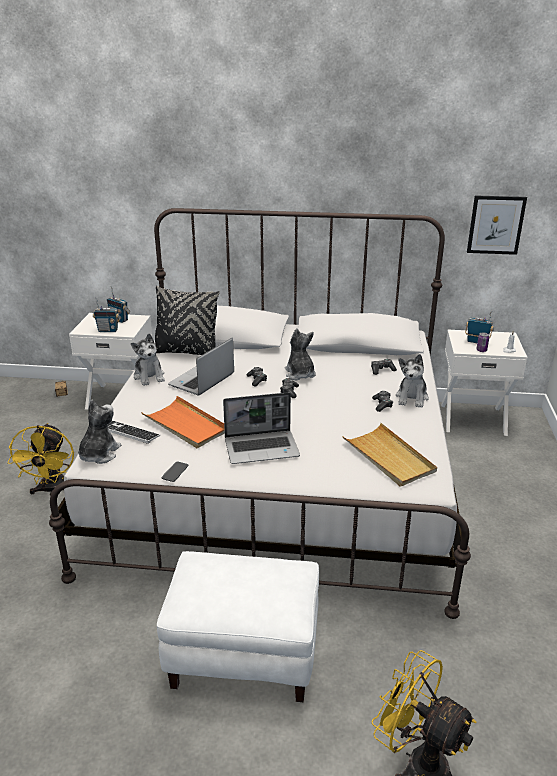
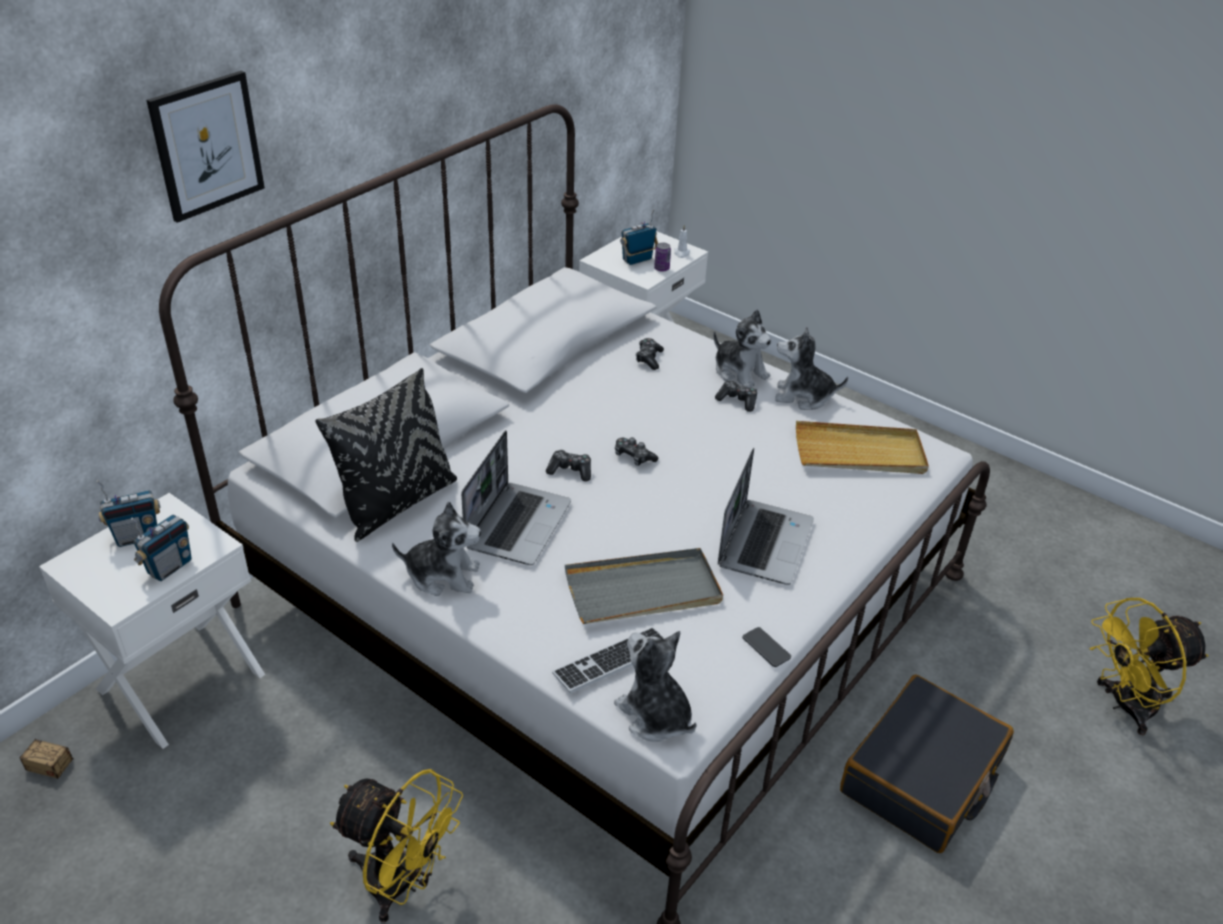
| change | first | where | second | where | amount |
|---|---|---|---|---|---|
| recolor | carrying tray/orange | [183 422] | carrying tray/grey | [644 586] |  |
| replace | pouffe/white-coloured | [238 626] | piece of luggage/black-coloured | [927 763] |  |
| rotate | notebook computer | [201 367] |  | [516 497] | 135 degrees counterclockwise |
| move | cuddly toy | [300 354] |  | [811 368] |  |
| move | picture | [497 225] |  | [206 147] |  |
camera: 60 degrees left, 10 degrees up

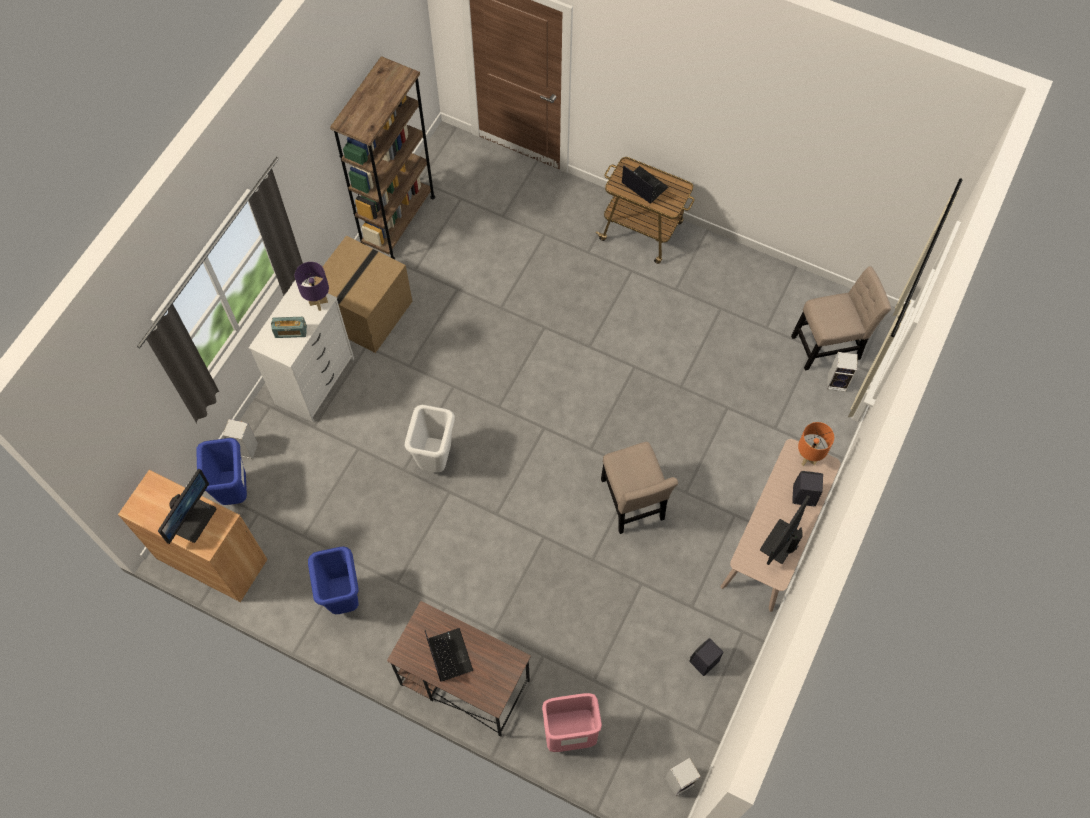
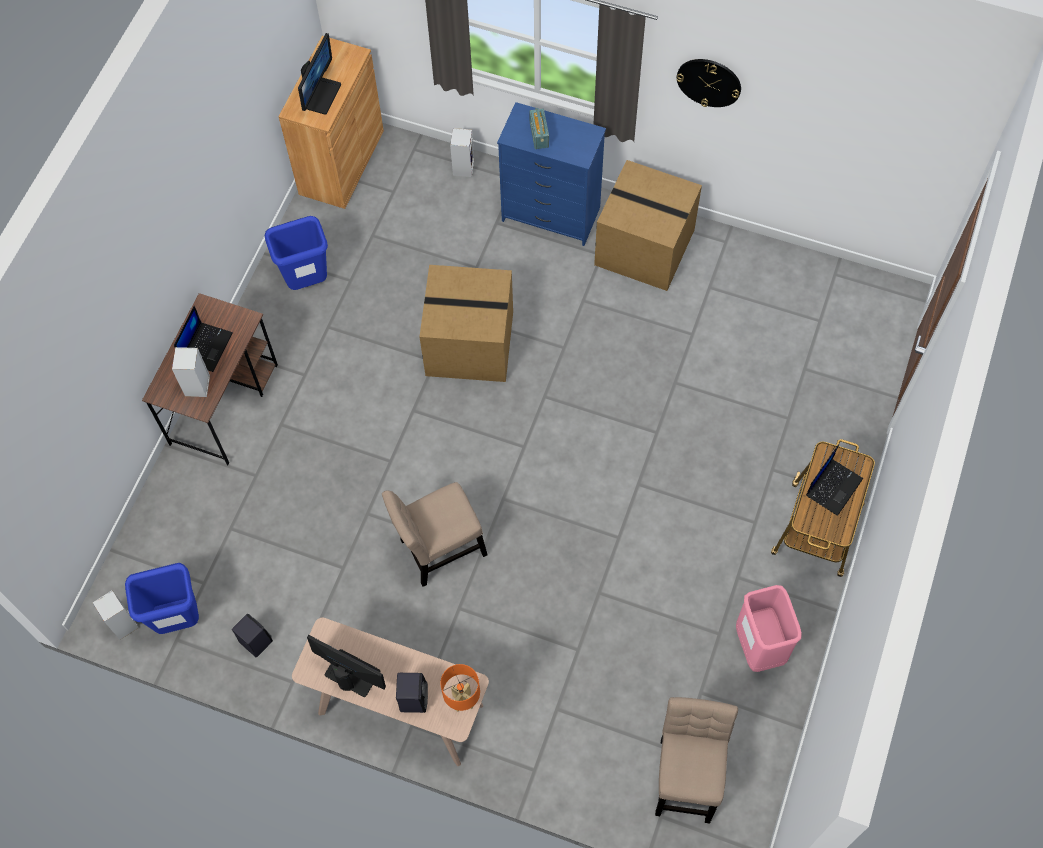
| change | first | where | second | where | amount |
|---|---|---|---|---|---|
| rotate | computer screen | [187 506] |  | [319 74] | 90 degrees counterclockwise |
| move | rubbish bin/bluish | [221 471] |  | [162 598] |  |
| recolor | drawer chest/white-coloured | [301 351] | drawer chest/bluish | [551 174] |  |
| delete | lamp for a table/purplish | [312 286] |  |  |  |
| delete | shelving unit/brown-coloured | [382 157] |  |  |  |
| replace | rubbish bin/white-coloured | [430 438] | carton | [466 323] |  |
| rotate | notebook computer | [449 655] |  | [203 339] | 45 degrees counterclockwise |
| move | rubbish bin/pink-coloured | [572 722] |  | [769 628] |  |
| rotate | chair/beige-coloured | [841 318] |  | [696 760] | 150 degrees counterclockwise |
| move | loudspeaker | [842 372] |  | [191 372] |  |
| insert |  |  | hanging clock | [708 83] |  |
camera: 85 degrees right, 0 degrees up

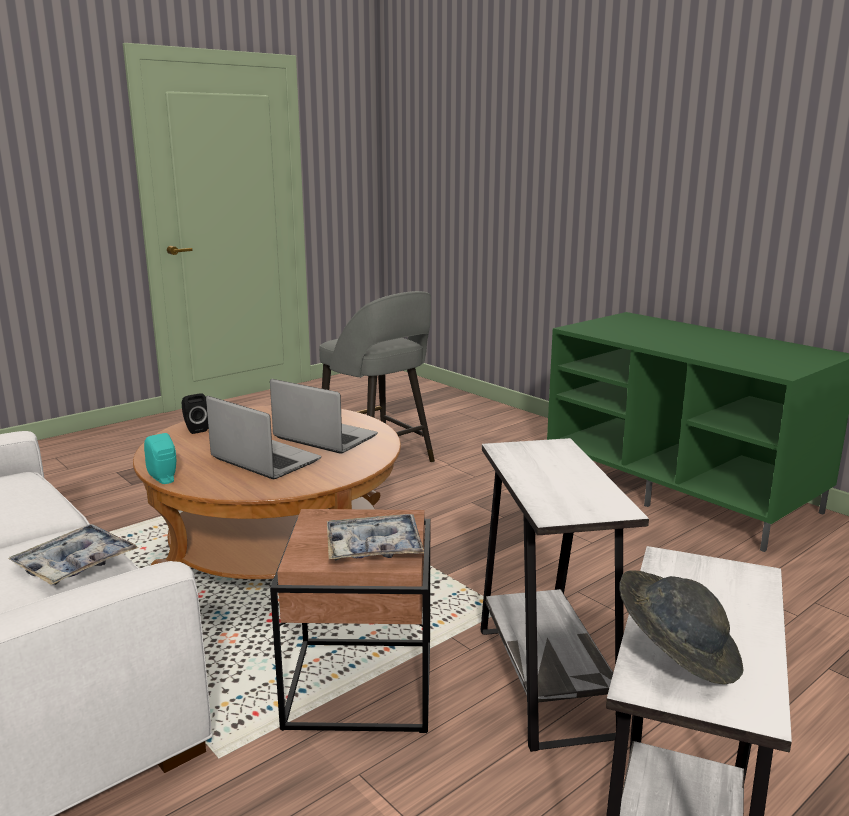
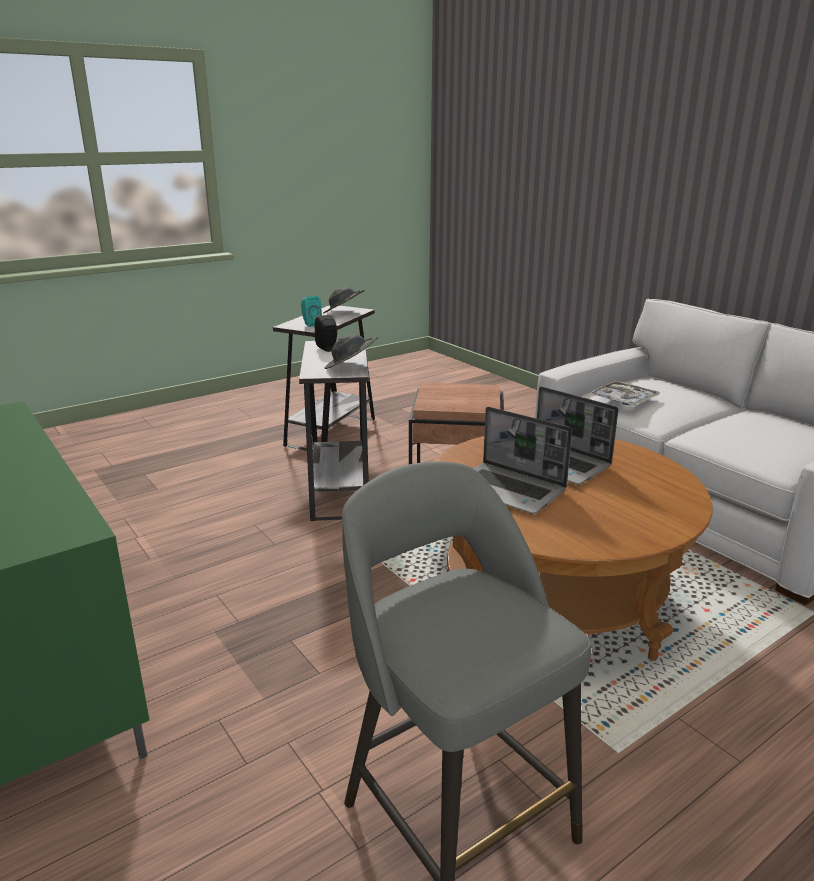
| change | first | where | second | where | amount |
|---|---|---|---|---|---|
| move | loudspeaker/turquoise-coloured | [160 458] |  | [311 311] |  |
| move | loudspeaker/black-coloured | [195 413] |  | [326 333] |  |
| delete | carrying tray | [375 537] |  |  |  |
| insert |  |  | clothing hat/grey | [351 351] |  |
camera: 175 degrees left, 5 degrees up

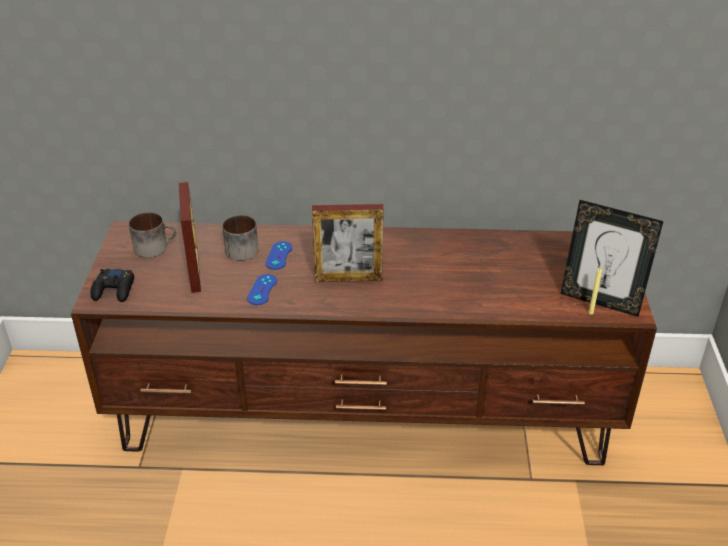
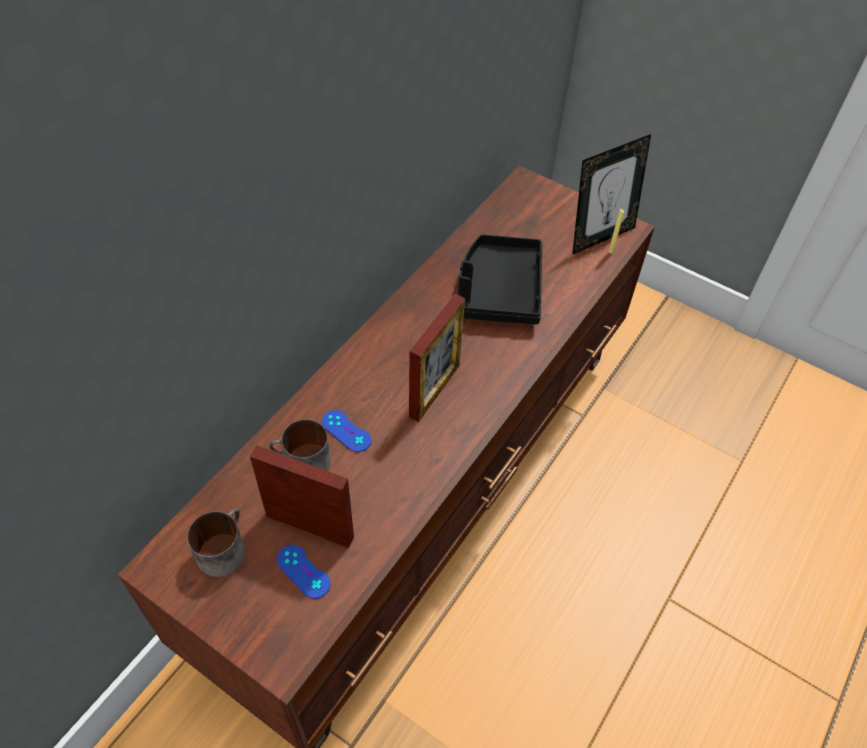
| change | first | where | second | where | amount |
|---|---|---|---|---|---|
| delete | gamepad/black-coloured | [112 285] |  |  |  |
| move | gamepad/bluish | [262 289] |  | [304 572] |  |
| insert |  |  | carrying tray/black-coloured | [500 279] |  |
camera: 60 degrees left, 15 degrees up

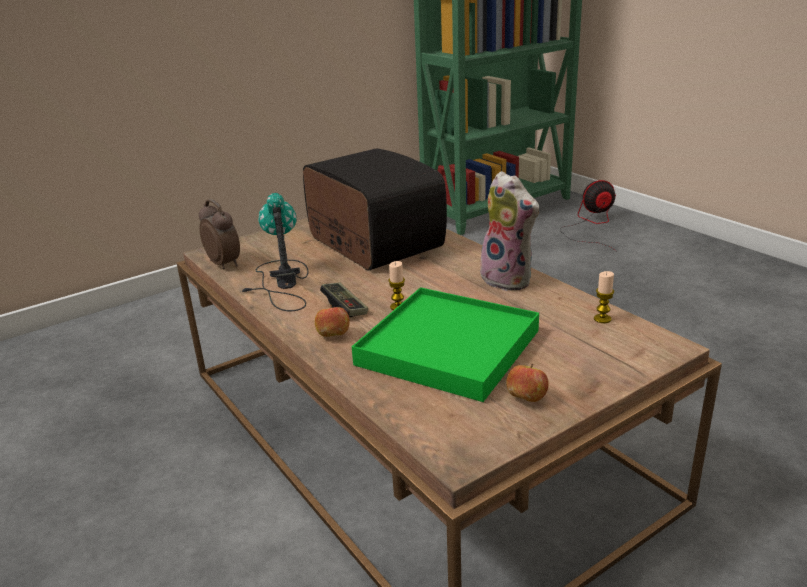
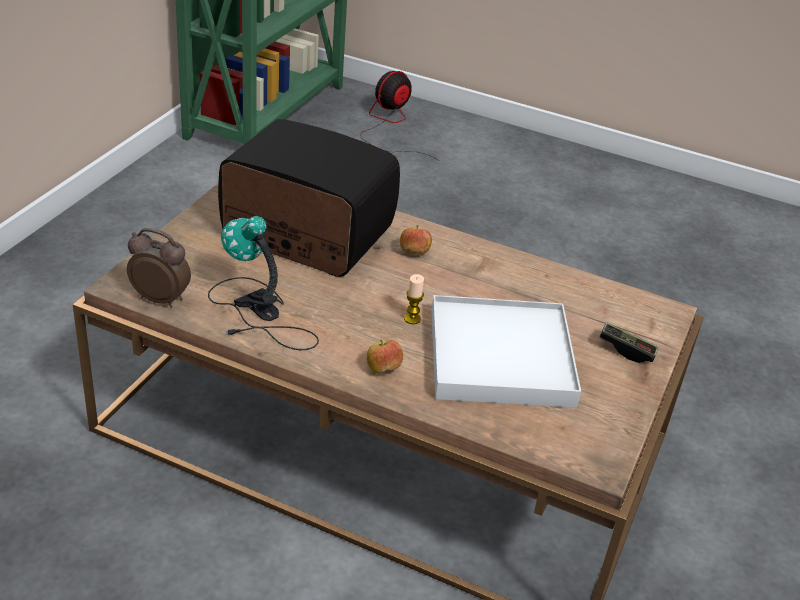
| change | first | where | second | where | amount |
|---|---|---|---|---|---|
| move | gamepad | [344 299] |  | [628 342] |  |
| recolor | carrying tray/greenish | [445 344] | carrying tray/white-coloured | [506 351] |  |
| delete | cuddly toy | [509 231] |  |  |  |
| move | apple fruit | [527 383] |  | [416 239] |  |
| delete | candle | [604 297] |  |  |  |
camera: 35 degrees left, 10 degrees up

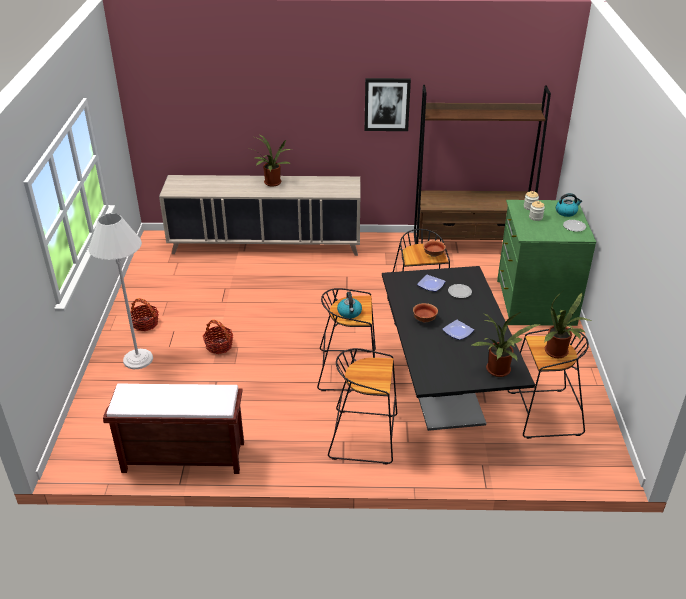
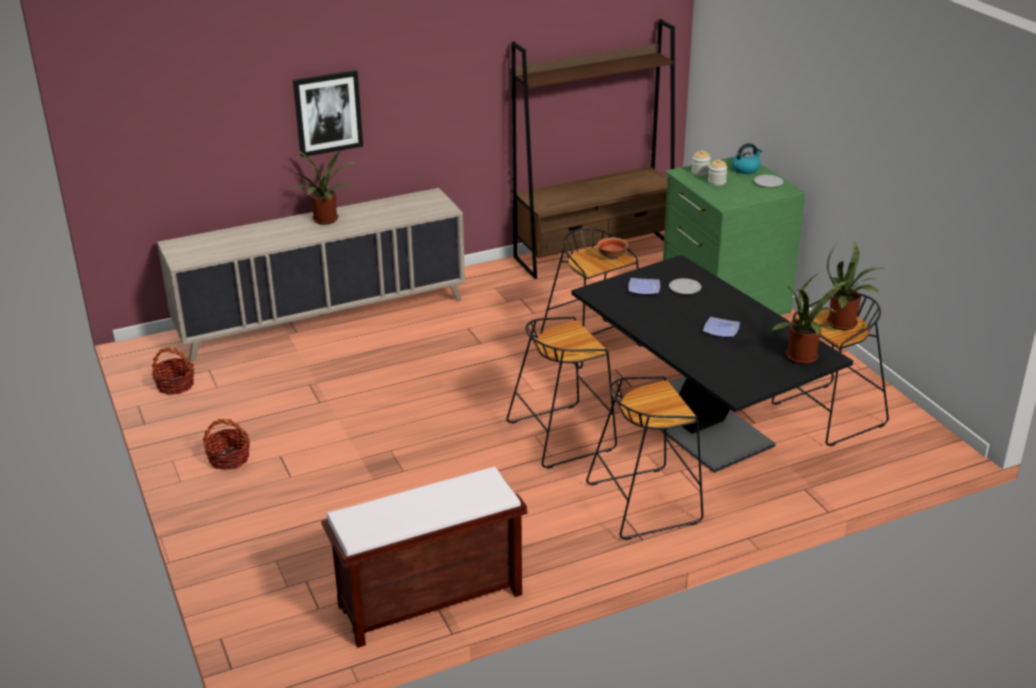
| change | first | where | second | where | amount |
|---|---|---|---|---|---|
| delete | standard lamp/white-coloured | [120 291] |  |  |  |
| move | household basket | [218 337] |  | [173 371] |  |
| delete | tea kettle | [349 305] |  |  |  |
| move | picture | [388 104] |  | [328 113] |  |
| delete | deep dish | [425 312] |  |  |  |
camera: 25 degrees left, 5 degrees down

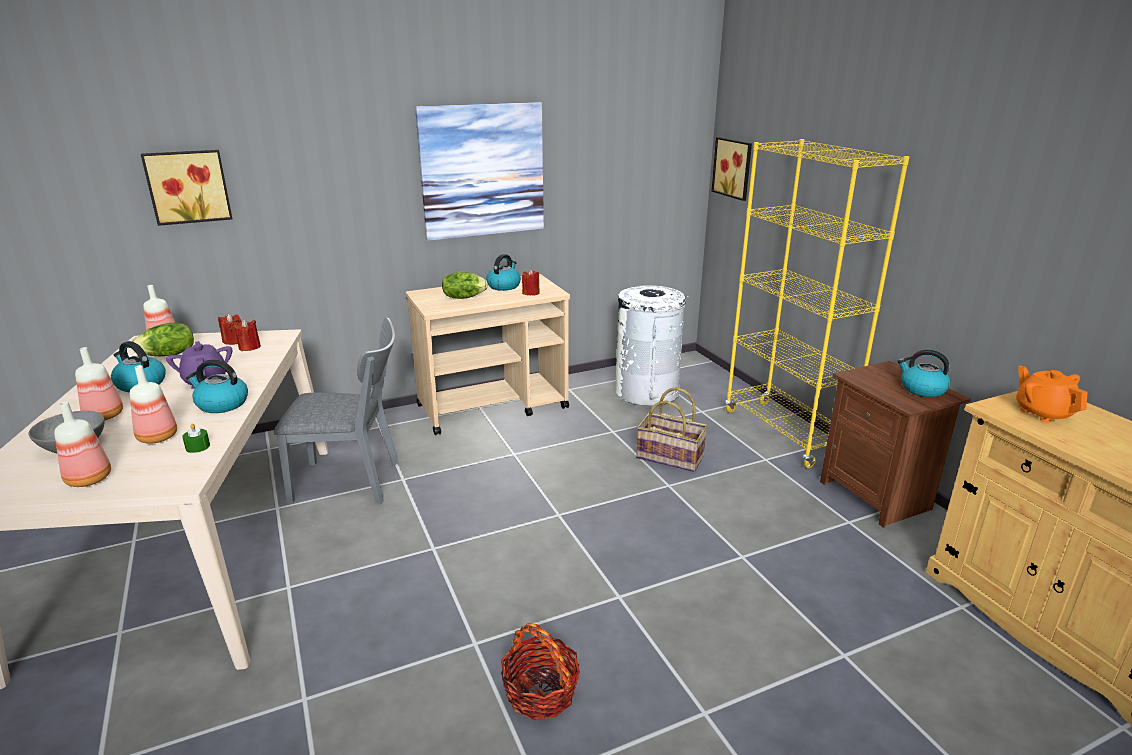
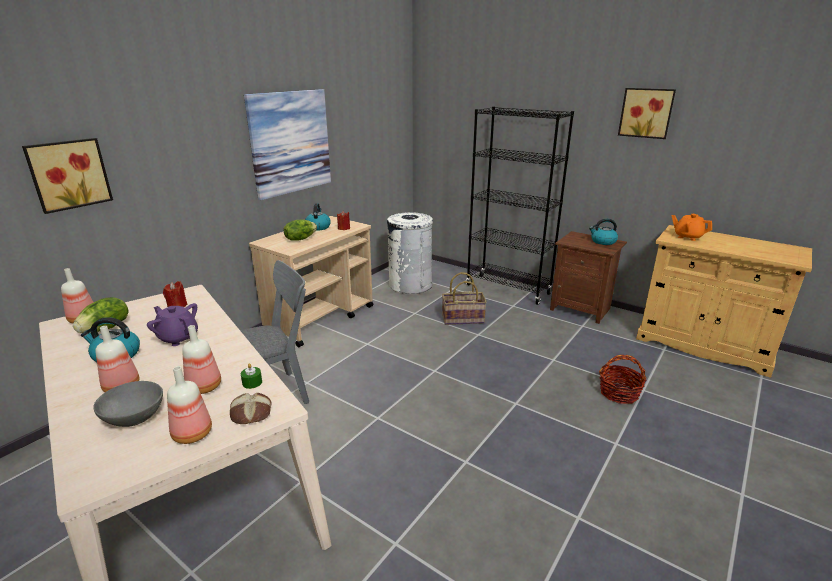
| change | first | where | second | where | amount |
|---|---|---|---|---|---|
| delete | tea kettle | [217 386] |  |  |  |
| delete | candle/red | [230 329] |  |  |  |
| move | household basket | [540 671] |  | [622 379] |  |
| move | picture | [732 169] |  | [647 113] |  |
| recolor | shelving unit/yellow | [817 304] | shelving unit/black-coloured | [520 205] |  |
| insert |  |  | bread | [251 408] |  |
camera: 30 degrees left, 0 degrees up

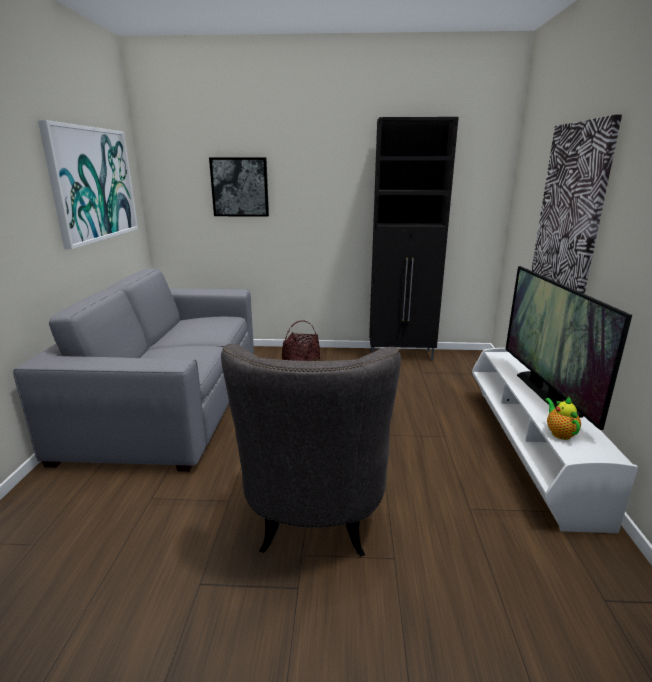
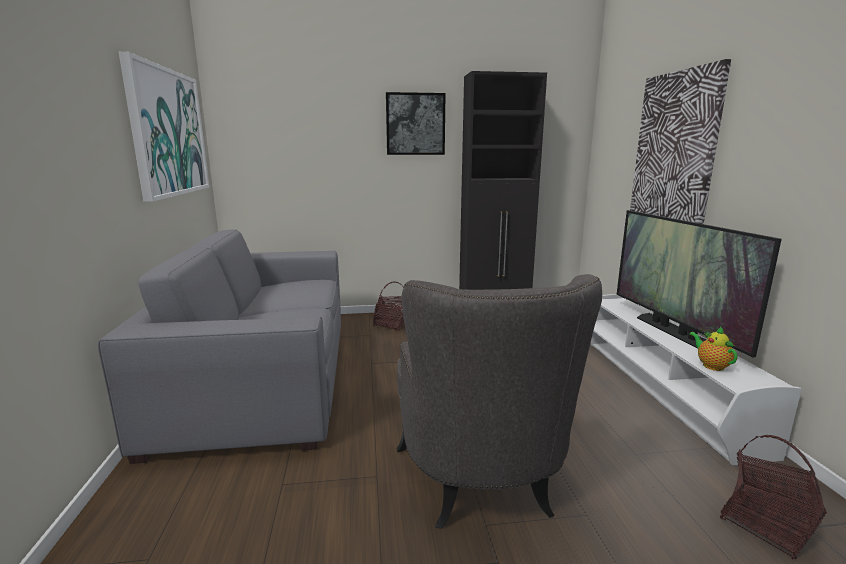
| change | first | where | second | where | amount |
|---|---|---|---|---|---|
| move | picture | [239 187] |  | [415 123] |  |
| insert |  |  | household basket | [773 497] |  |
camera: 10 degrees left, 5 degrees down

